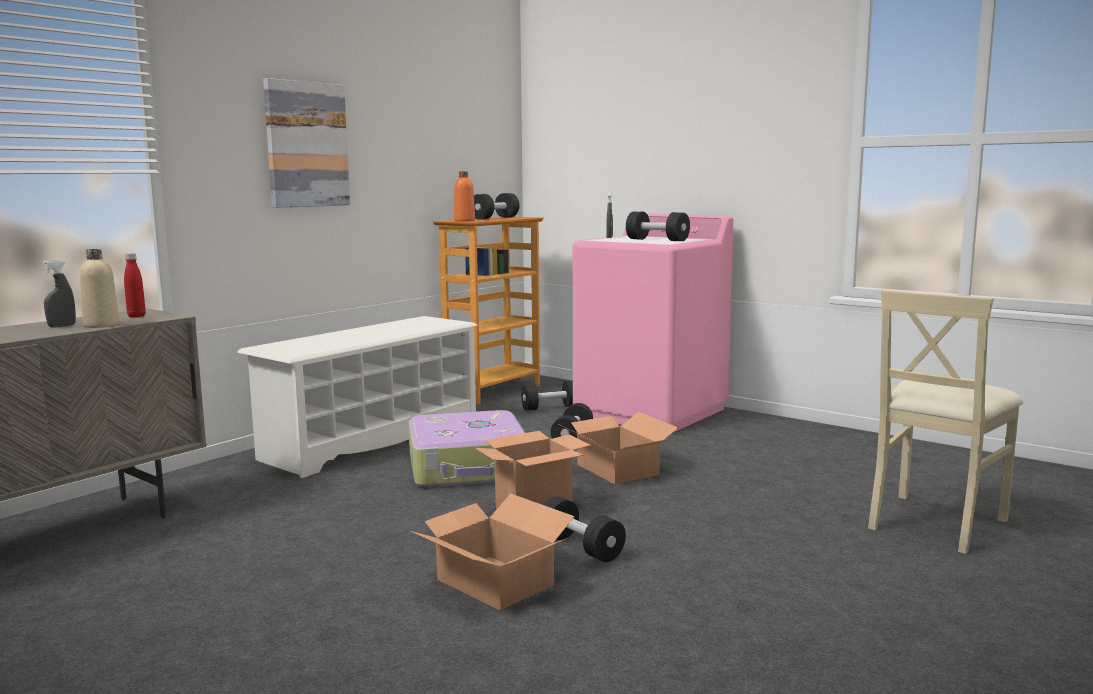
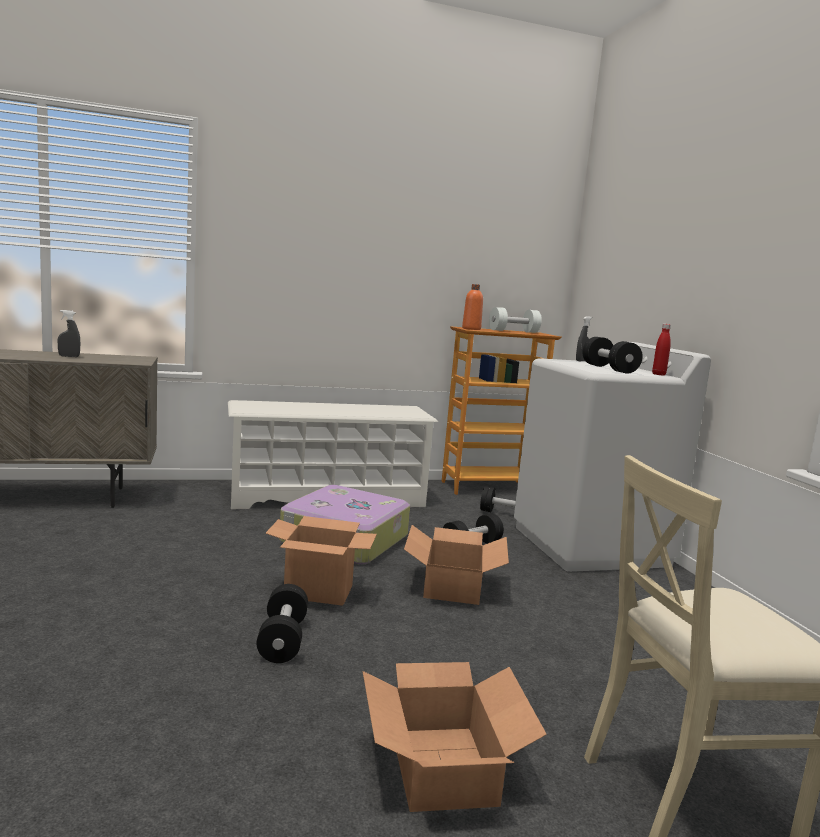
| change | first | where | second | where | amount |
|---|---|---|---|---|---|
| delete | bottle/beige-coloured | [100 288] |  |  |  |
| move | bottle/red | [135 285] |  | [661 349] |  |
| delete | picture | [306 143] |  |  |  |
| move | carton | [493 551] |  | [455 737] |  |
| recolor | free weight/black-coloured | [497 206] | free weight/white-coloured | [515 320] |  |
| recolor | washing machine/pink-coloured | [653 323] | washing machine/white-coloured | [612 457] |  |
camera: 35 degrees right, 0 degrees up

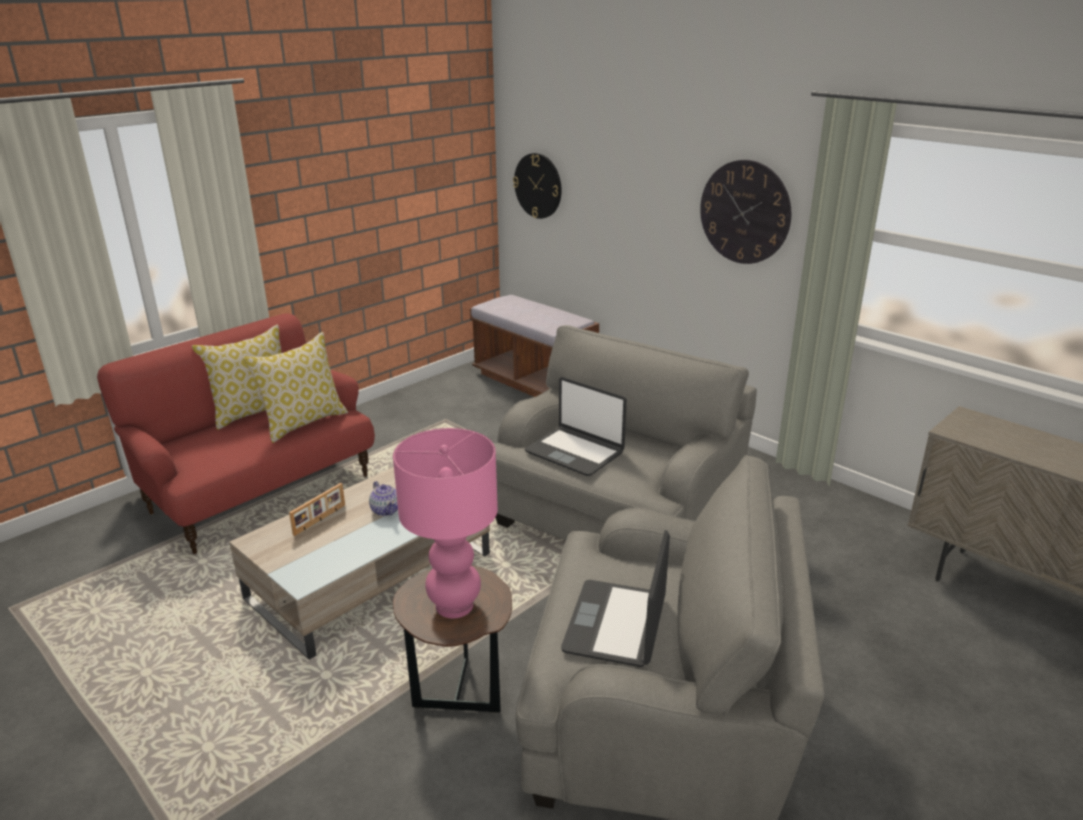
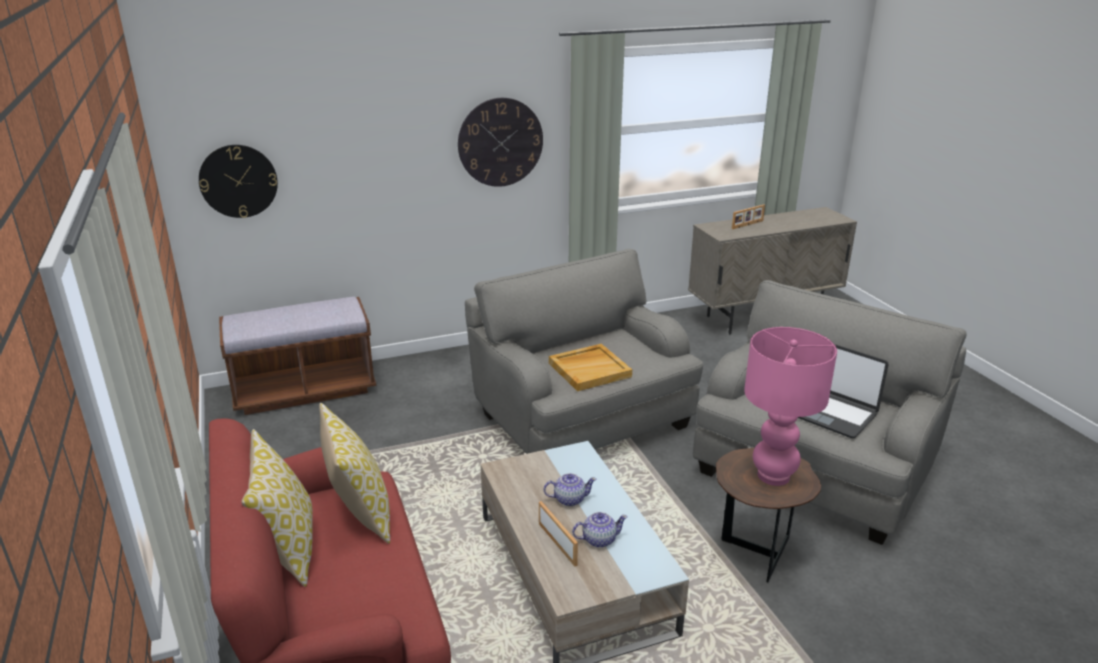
| change | first | where | second | where | amount |
|---|---|---|---|---|---|
| replace | notebook computer | [576 426] | carrying tray/beige-coloured | [590 367] |  |
| insert |  |  | tea pot | [600 530] |  |
| insert |  |  | picture frame | [748 216] |  |
camera: 65 degrees left, 0 degrees up

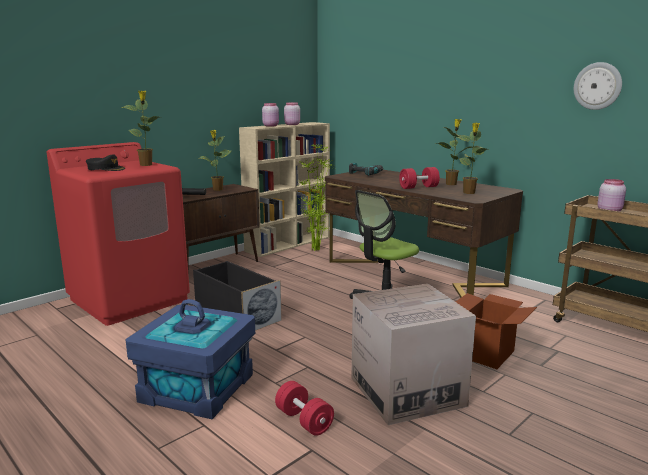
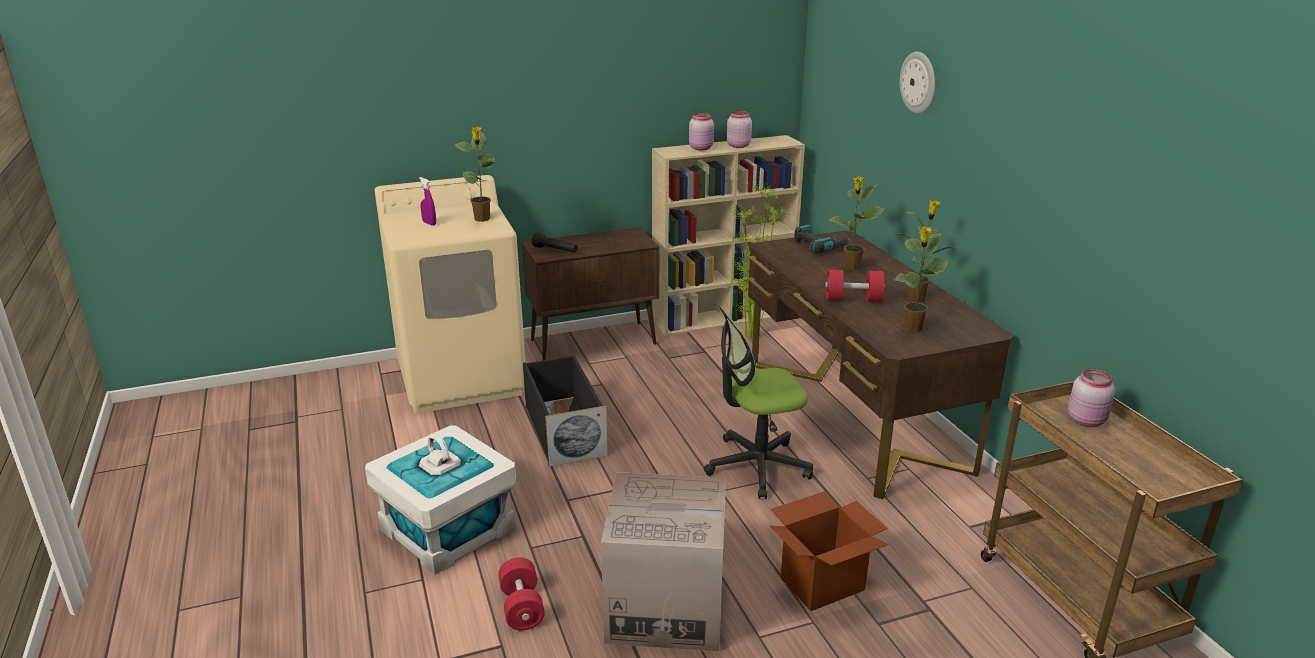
| change | first | where | second | where | amount |
|---|---|---|---|---|---|
| recolor | washing machine/red | [118 234] | washing machine/beige-coloured | [449 294] |  |
| replace | baseball cap/black-coloured | [105 162] | sprayer/purplish | [427 201] |  |
| recolor | storage box/bluish | [190 359] | storage box/white-coloured | [440 500] |  |
| move | potted plant | [215 160] |  | [856 223] |  |
| move | hanging clock | [598 86] |  | [917 83] |  |
camera: 25 degrees right, 10 degrees up

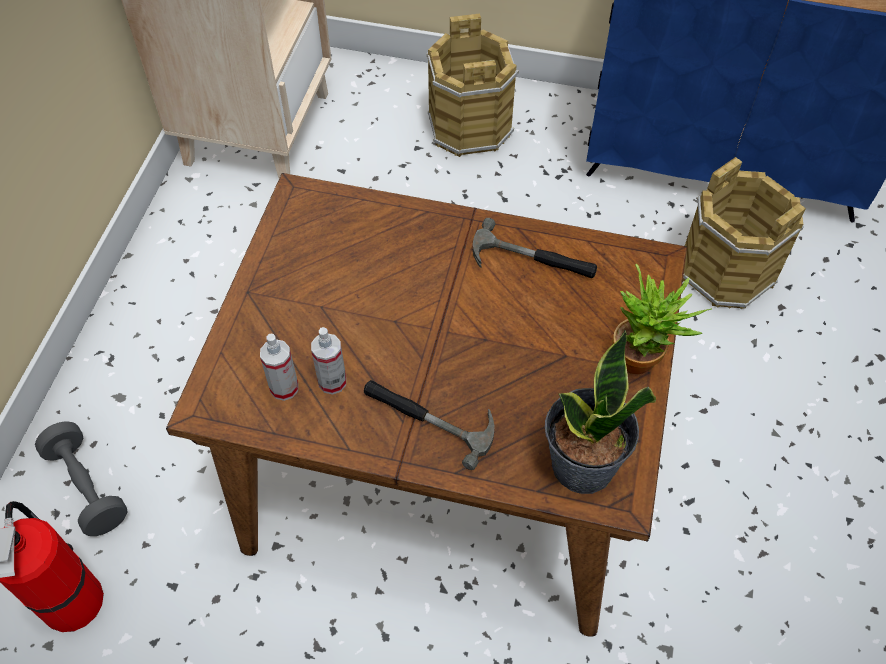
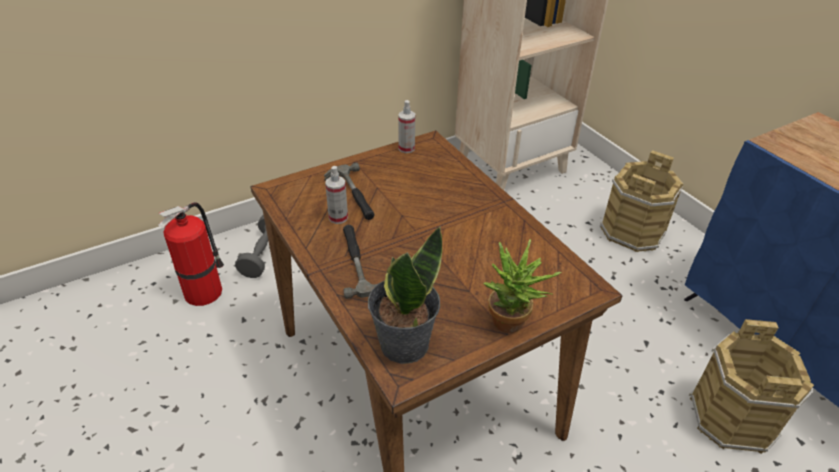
| change | first | where | second | where | amount |
|---|---|---|---|---|---|
| move | sprayer | [279 367] |  | [406 126] |  |
| move | hand hammer | [535 248] |  | [349 191] |  |
camera: 45 degrees right, 15 degrees down

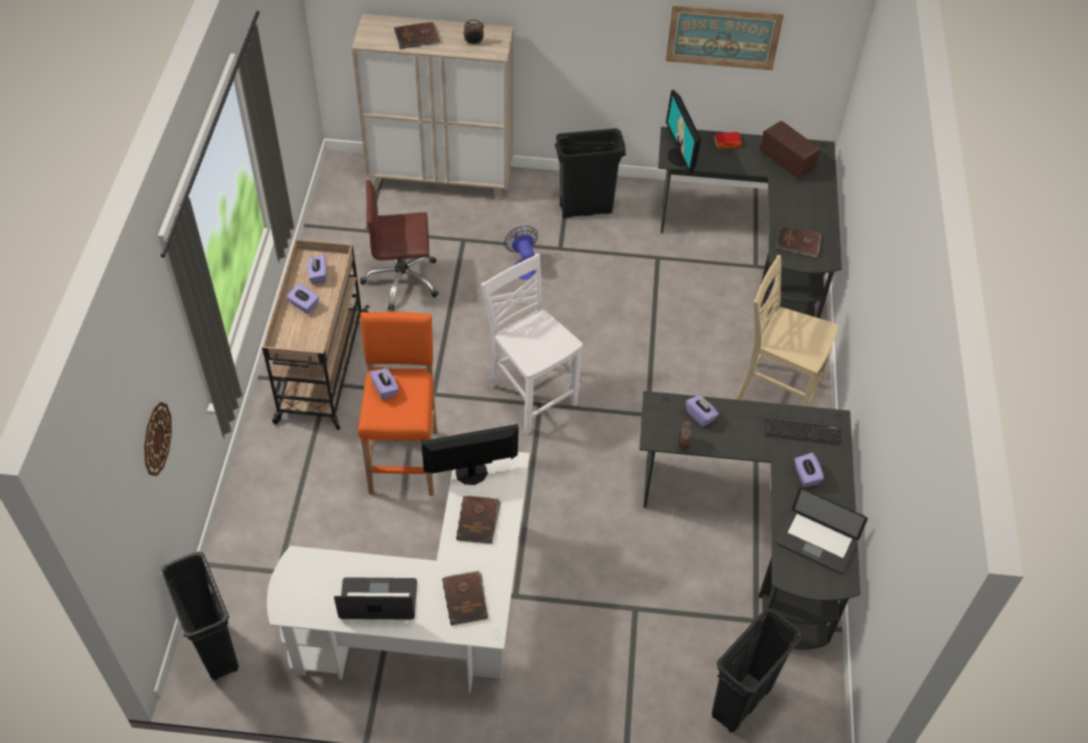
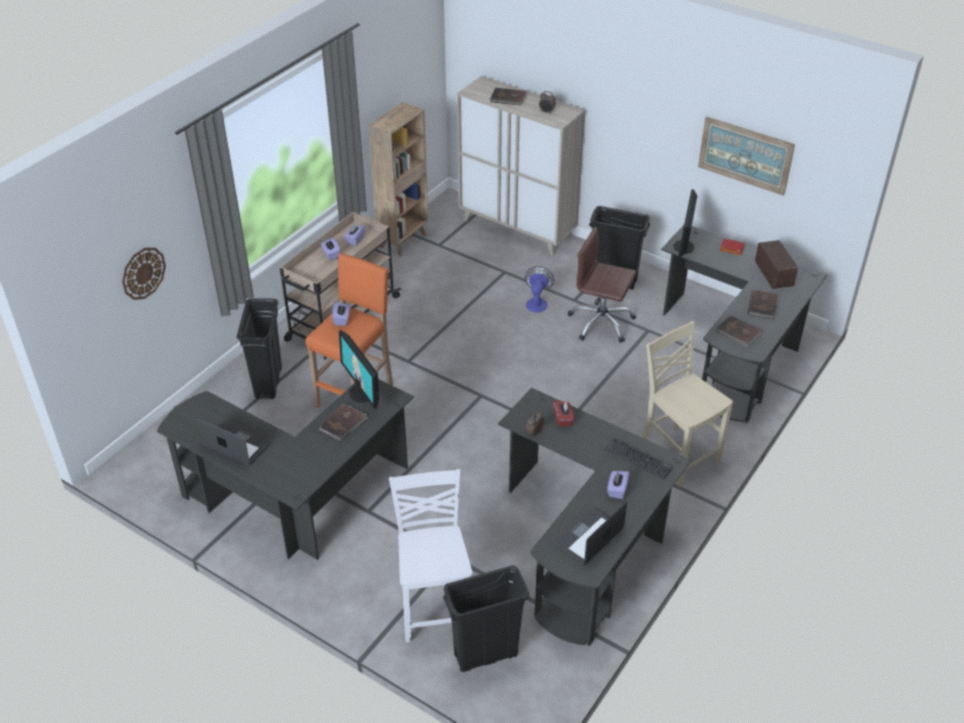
| change | first | where | second | where | amount |
|---|---|---|---|---|---|
| move | rubbish bin/black-coloured | [199 616] |  | [259 348] |  |
| recolor | desk table/white-coloured | [398 572] | desk table/black-coloured | [285 469] |  |
| move | desk chair/brown-coloured | [399 245] |  | [602 285] |  |
| rotate | computer screen | [470 454] |  | [359 369] | 135 degrees counterclockwise |
| move | book/brown-coloured | [465 598] |  | [764 304] |  |
| move | chair/white-coloured | [532 343] |  | [431 556] |  |
| recolor | tissue holder/purplish | [702 411] | tissue holder/red | [564 414] |  |
| rotate | notebook computer | [822 530] |  | [590 533] | 75 degrees clockwise |
| insert |  |  | shelving unit/brown-coloured | [398 179] |  |
camera: 30 degrees right, 10 degrees down

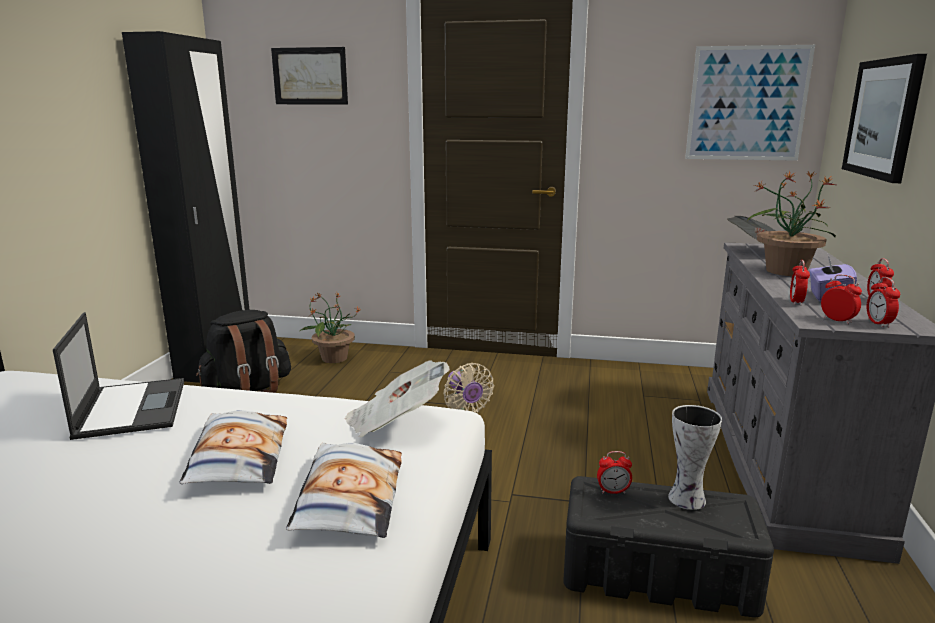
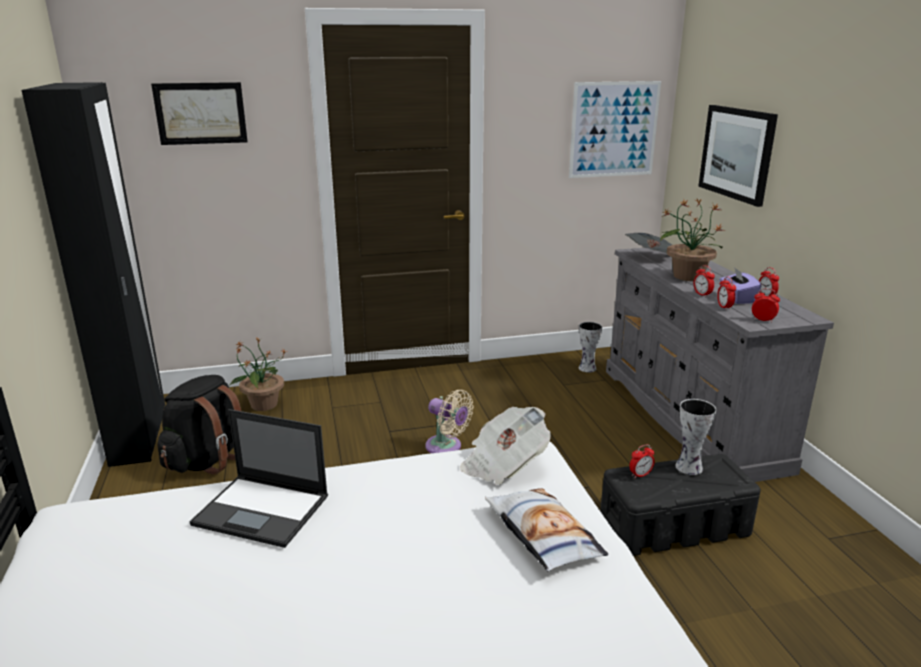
| change | first | where | second | where | amount |
|---|---|---|---|---|---|
| rotate | notebook computer | [118 376] |  | [258 478] | 150 degrees clockwise |
| delete | throw pillow | [233 447] |  |  |  |
| move | alarm clock | [883 302] |  | [704 281] |  |
| insert |  |  | vase | [590 347] |  |
camera: 25 degrees left, 5 degrees up

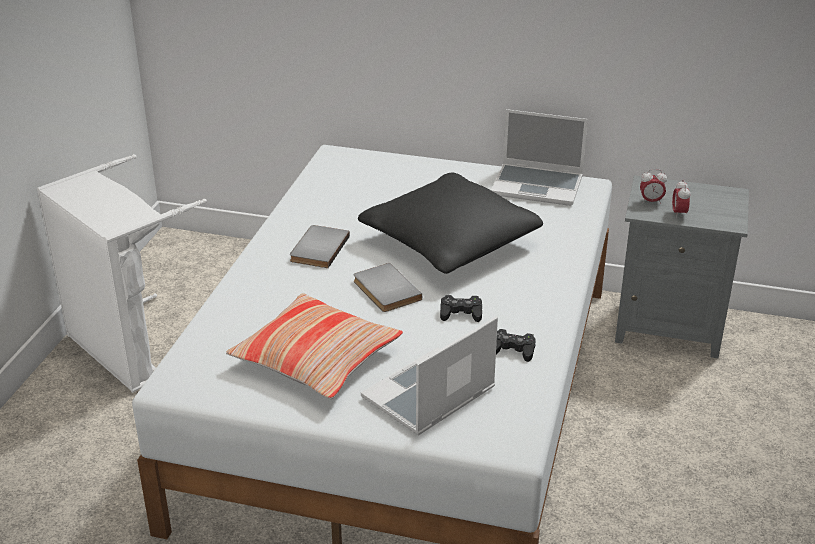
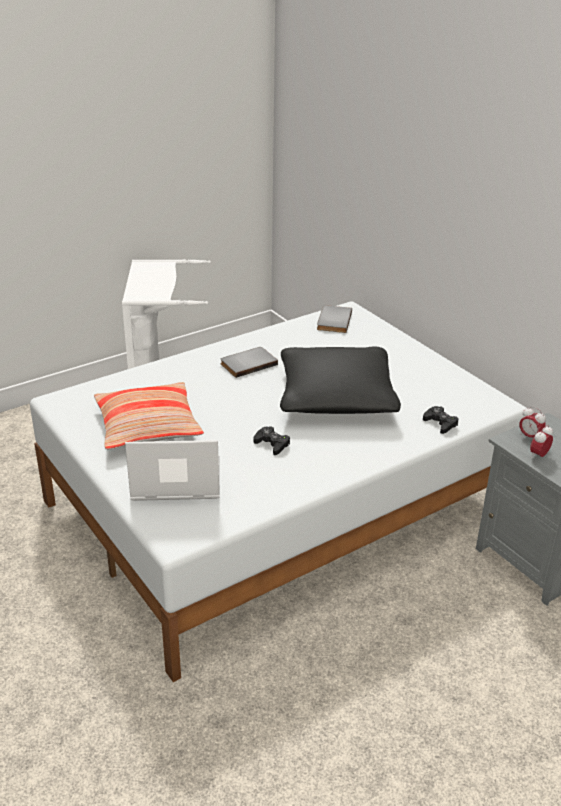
| change | first | where | second | where | amount |
|---|---|---|---|---|---|
| move | book/grey | [388 287] |  | [334 319] |  |
| delete | notebook computer | [539 157] |  |  |  |
| move | gamepad/black-coloured | [516 345] |  | [440 420] |  |
camera: 40 degrees right, 0 degrees up

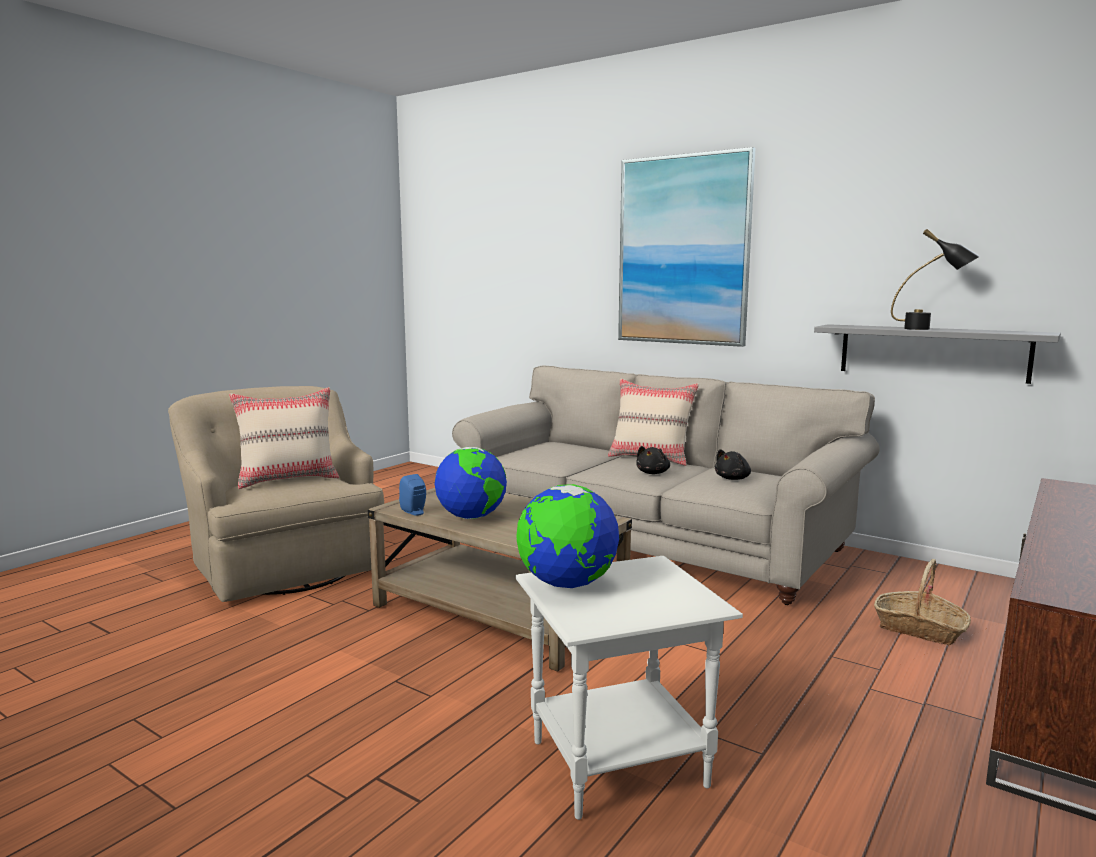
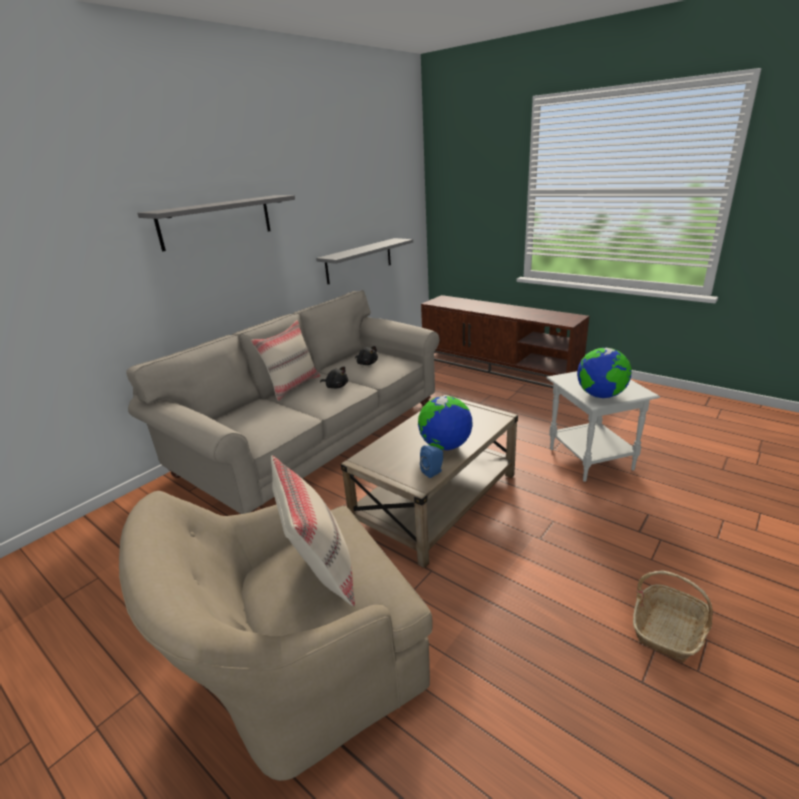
| change | first | where | second | where | amount |
|---|---|---|---|---|---|
| replace | picture | [687 247] | shelf/grey | [216 223] |  |
| move | household basket | [922 602] |  | [673 616] |  |
| delete | lamp for a table/black-coloured | [935 279] |  |  |  |
camera: 85 degrees left, 15 degrees up

